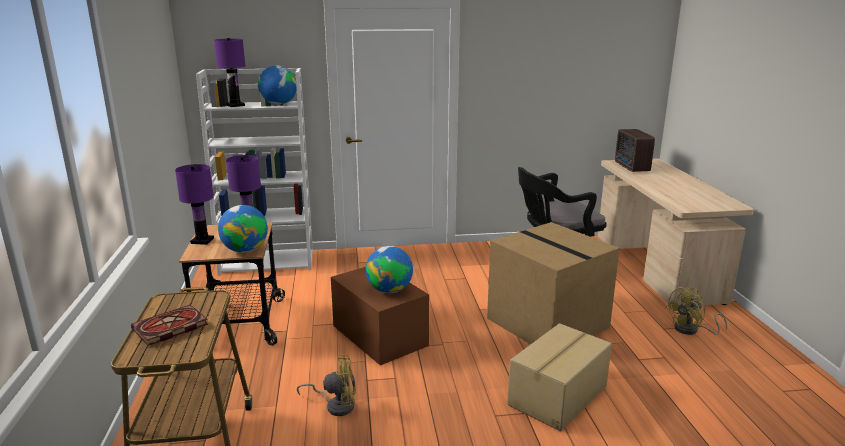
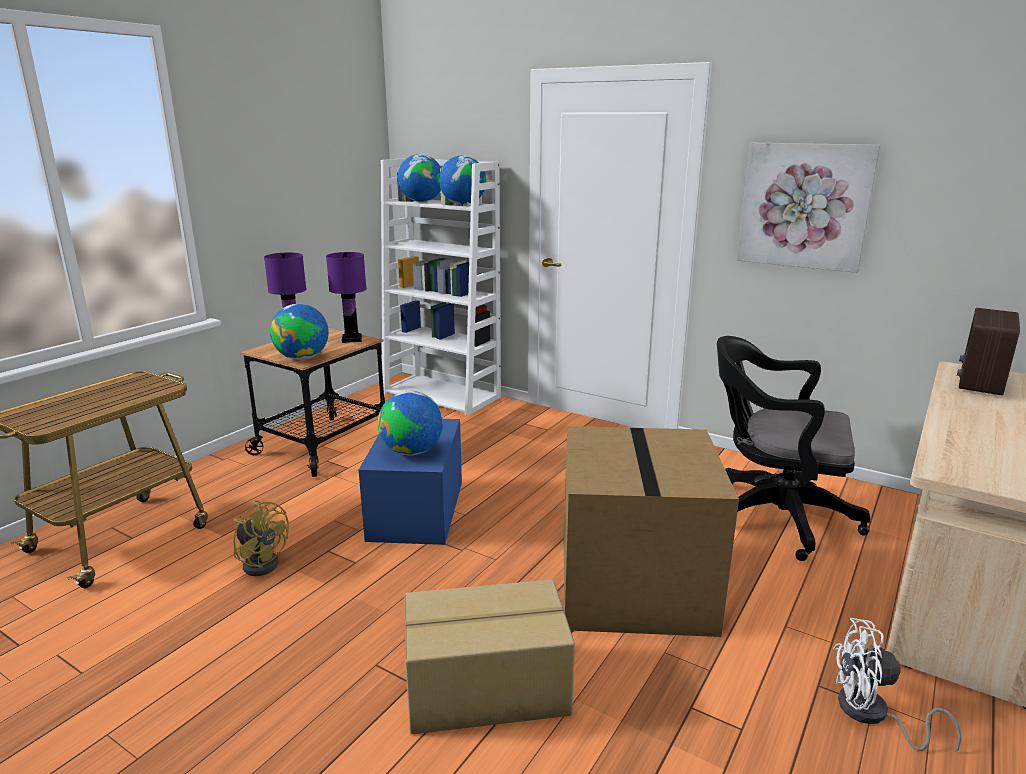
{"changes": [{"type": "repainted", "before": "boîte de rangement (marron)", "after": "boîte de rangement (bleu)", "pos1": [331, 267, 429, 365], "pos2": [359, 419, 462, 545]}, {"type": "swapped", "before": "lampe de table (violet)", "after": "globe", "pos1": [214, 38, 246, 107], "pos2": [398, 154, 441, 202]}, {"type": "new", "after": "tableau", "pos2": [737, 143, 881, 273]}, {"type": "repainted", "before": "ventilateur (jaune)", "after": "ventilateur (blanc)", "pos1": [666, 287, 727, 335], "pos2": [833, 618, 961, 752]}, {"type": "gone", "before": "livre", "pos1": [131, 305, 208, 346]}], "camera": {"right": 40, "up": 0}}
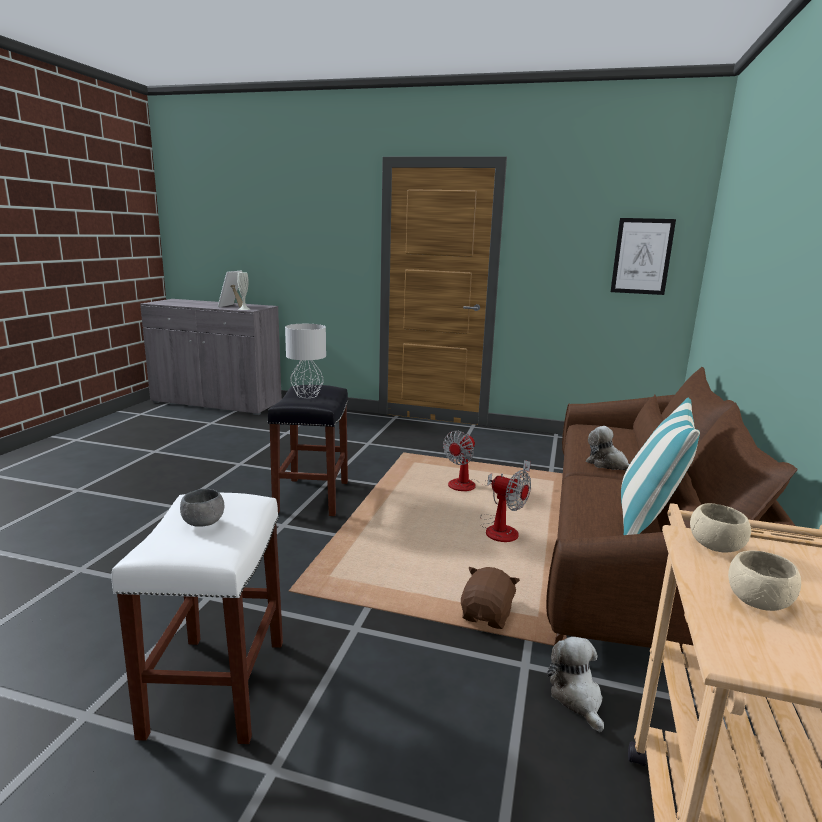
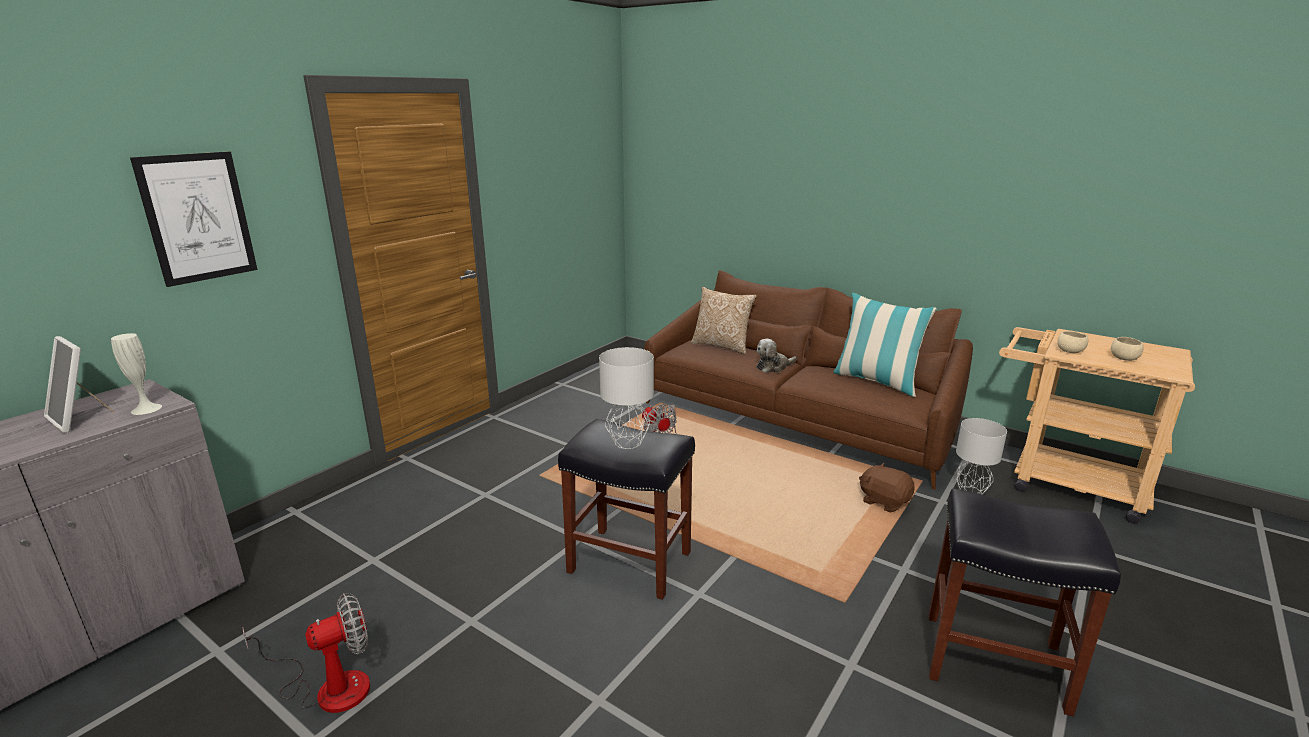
{"changes": [{"type": "shifted", "before": "tableau", "pos1": [611, 218, 676, 295], "pos2": [130, 152, 257, 287]}, {"type": "shifted", "before": "ventilateur", "pos1": [480, 470, 531, 542], "pos2": [242, 593, 370, 713]}, {"type": "new", "after": "coussin", "pos2": [691, 287, 757, 355]}, {"type": "repainted", "before": "tabouret (blanc)", "after": "tabouret (noir)", "pos1": [111, 492, 283, 744], "pos2": [929, 488, 1121, 716]}, {"type": "swapped", "before": "peluche", "after": "lampe de table (gris)", "pos1": [547, 637, 604, 732], "pos2": [955, 418, 1007, 494]}, {"type": "gone", "before": "bol (gris)", "pos1": [180, 489, 224, 527]}], "camera": {"right": -70, "up": 5}}
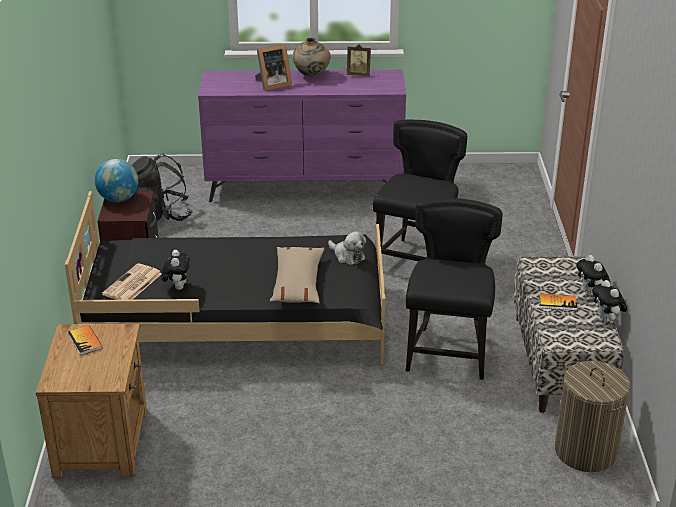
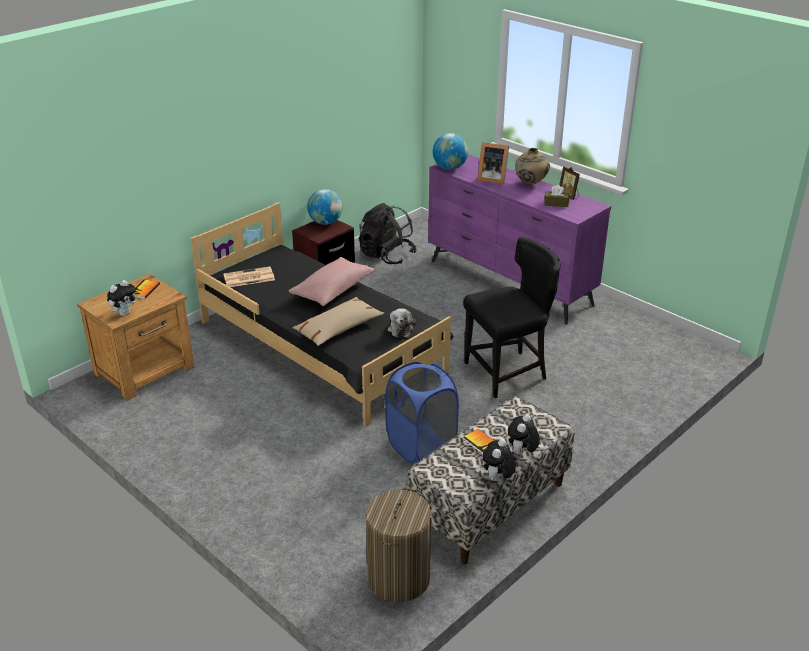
{"changes": [{"type": "shifted", "before": "peluche", "pos1": [161, 250, 190, 290], "pos2": [107, 280, 138, 316]}, {"type": "new", "after": "coussin (rose)", "pos2": [289, 257, 375, 306]}, {"type": "swapped", "before": "chaise (noir)", "after": "panier à linge (bleu)", "pos1": [406, 198, 503, 380], "pos2": [385, 362, 459, 464]}, {"type": "new", "after": "globe", "pos2": [432, 133, 468, 170]}, {"type": "new", "after": "boîte à mouchoirs (marron)", "pos2": [544, 185, 569, 207]}], "camera": {"right": 45, "up": 0}}
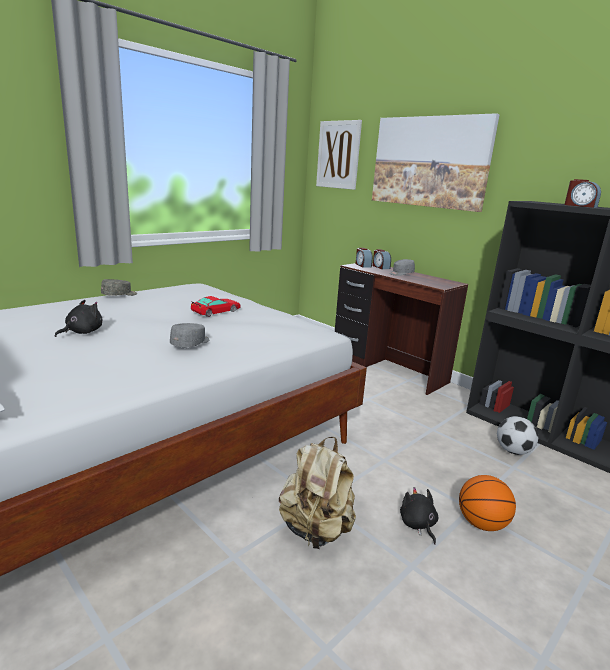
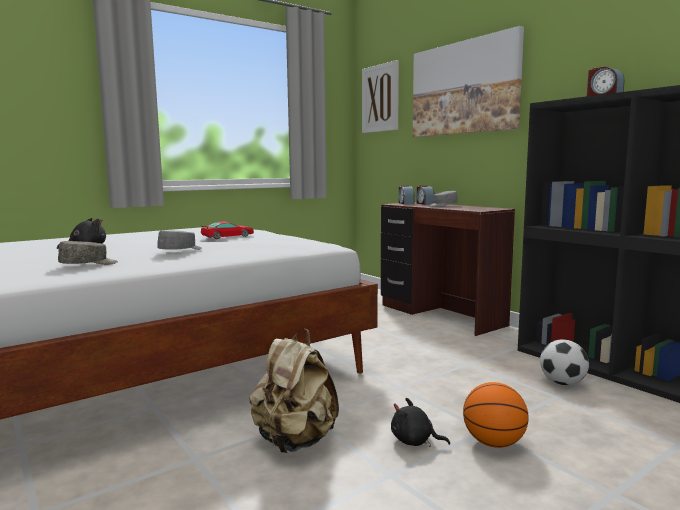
{"changes": [{"type": "shifted", "before": "casquette (gris)", "pos1": [101, 279, 137, 296], "pos2": [58, 241, 118, 265]}, {"type": "rotated", "before": "peluche (noir)", "pos1": [400, 487, 438, 545], "pos2": [391, 398, 450, 447], "turn": -60}], "camera": {"right": 10, "up": -10}}
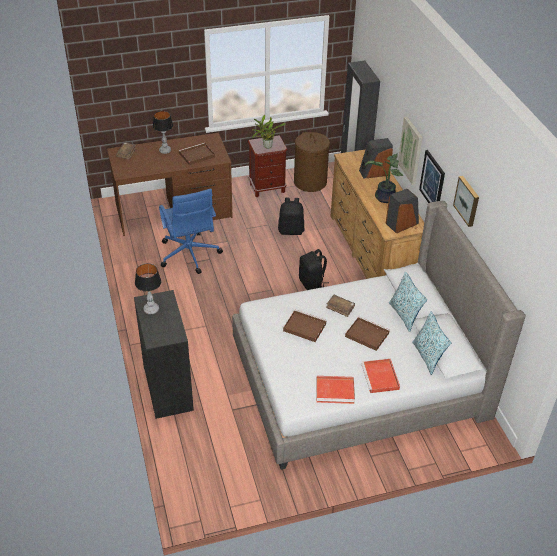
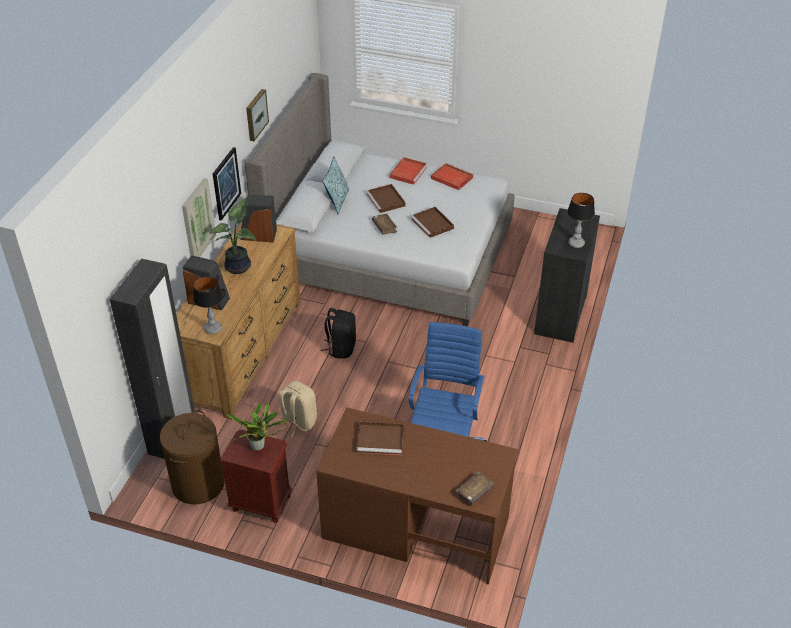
{"changes": [{"type": "shifted", "before": "lampe de table", "pos1": [153, 111, 173, 154], "pos2": [193, 276, 223, 334]}, {"type": "repainted", "before": "sac à dos (noir)", "after": "sac à dos (beige)", "pos1": [278, 197, 304, 235], "pos2": [278, 381, 317, 437]}, {"type": "gone", "before": "coussin", "pos1": [412, 312, 451, 375]}], "camera": {"right": -145, "up": 0}}
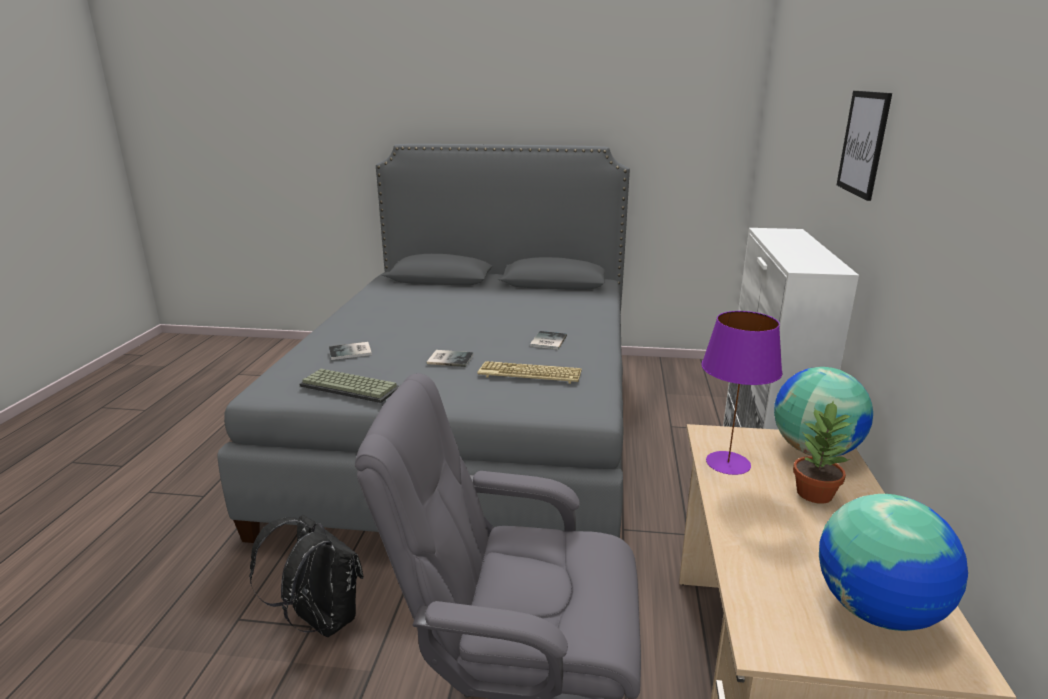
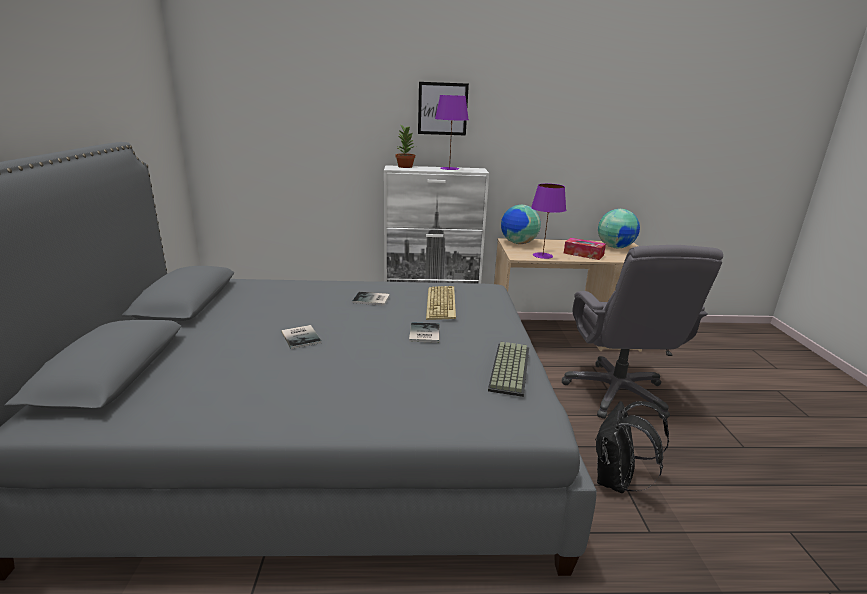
{"changes": [{"type": "shifted", "before": "livre", "pos1": [329, 342, 372, 360], "pos2": [281, 325, 321, 349]}, {"type": "shifted", "before": "plante en pot", "pos1": [793, 400, 852, 504], "pos2": [396, 125, 415, 168]}, {"type": "new", "after": "lampe de table (violet)", "pos2": [435, 95, 469, 170]}, {"type": "new", "after": "boîte à mouchoirs", "pos2": [564, 238, 606, 260]}], "camera": {"right": -100, "up": 0}}
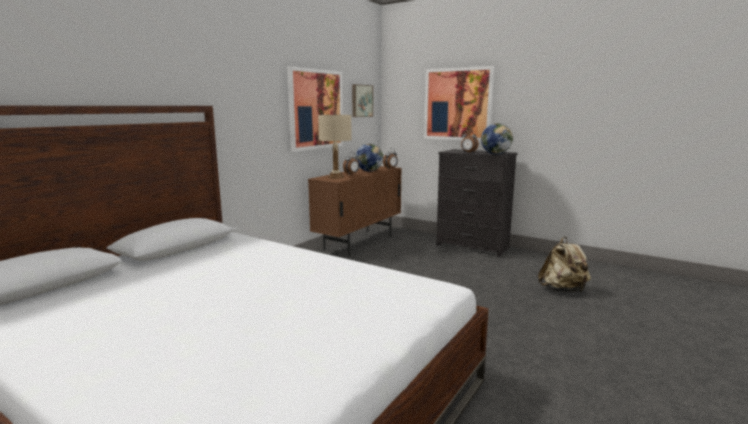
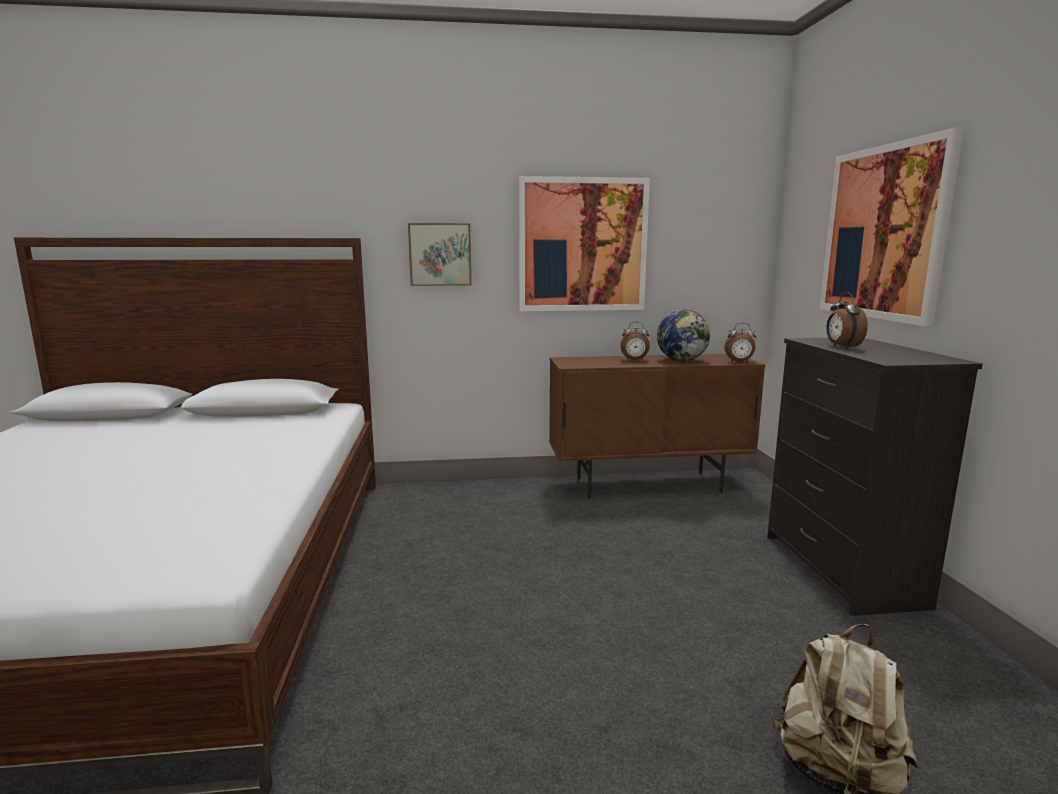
{"changes": [{"type": "shifted", "before": "tableau", "pos1": [352, 84, 373, 117], "pos2": [408, 223, 471, 286]}, {"type": "gone", "before": "lampe de table (beige)", "pos1": [318, 115, 352, 179]}, {"type": "gone", "before": "globe", "pos1": [481, 123, 513, 154]}], "camera": {"right": 50, "up": 0}}
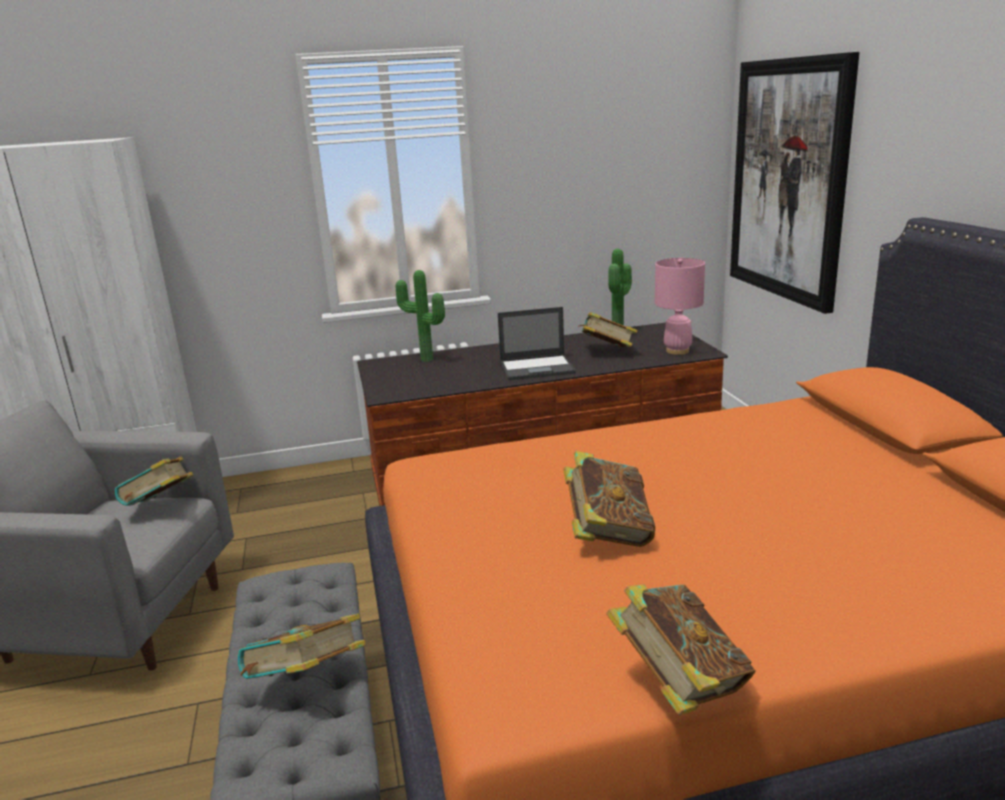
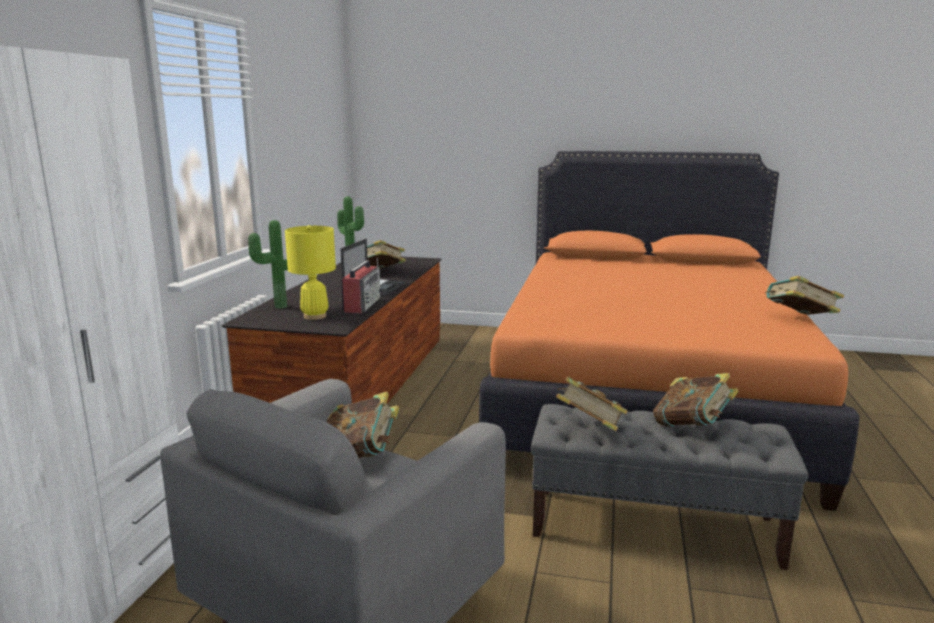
{"changes": [{"type": "new", "after": "lampe de table (jaune)", "pos2": [285, 225, 336, 320]}, {"type": "new", "after": "radio", "pos2": [341, 258, 383, 313]}, {"type": "shifted", "before": "livre", "pos1": [563, 451, 655, 547], "pos2": [556, 377, 628, 431]}, {"type": "gone", "before": "lampe de table (rose)", "pos1": [655, 258, 705, 355]}, {"type": "gone", "before": "tableau", "pos1": [730, 52, 859, 314]}], "camera": {"right": -65, "up": -5}}
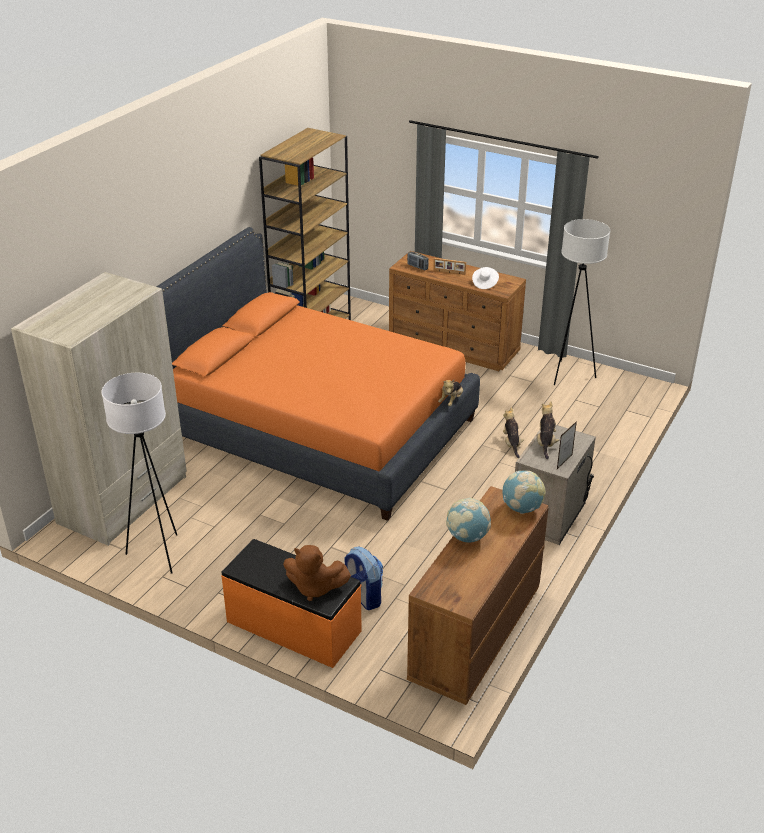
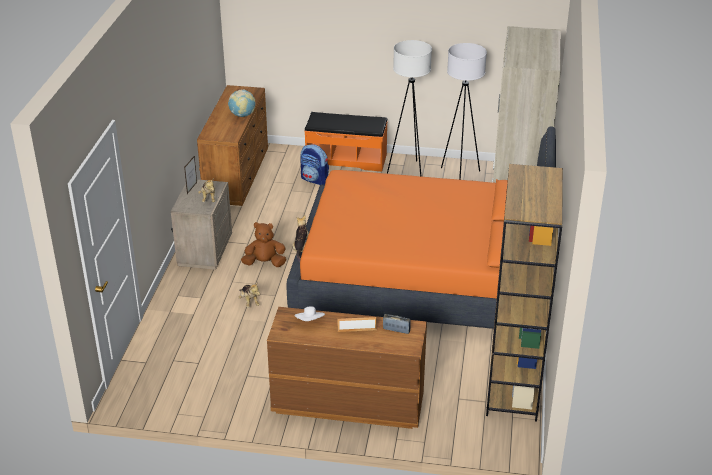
{"changes": [{"type": "shifted", "before": "peluche (marron)", "pos1": [283, 545, 351, 601], "pos2": [241, 222, 286, 267]}, {"type": "shifted", "before": "lampadaire (blanc)", "pos1": [554, 219, 610, 385], "pos2": [387, 40, 432, 177]}, {"type": "gone", "before": "globe", "pos1": [502, 471, 546, 514]}], "camera": {"right": 160, "up": 0}}
